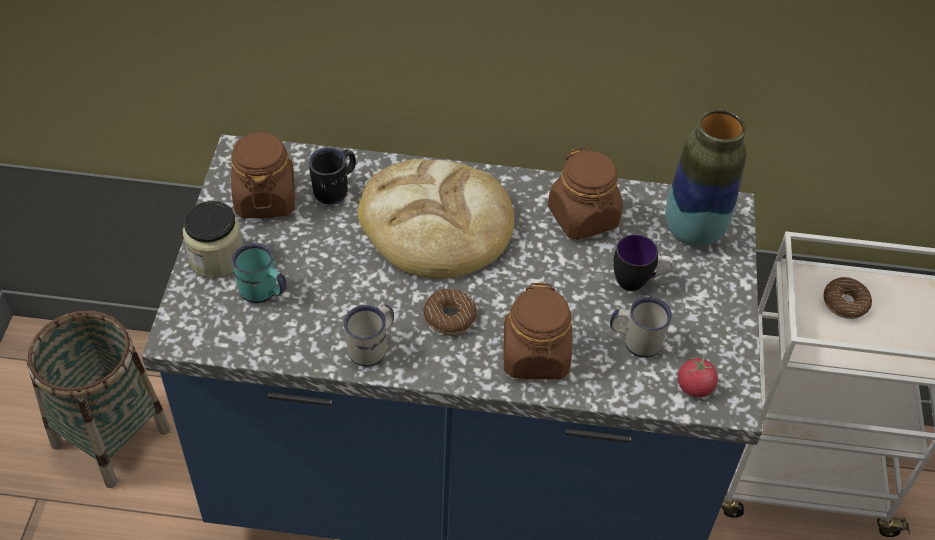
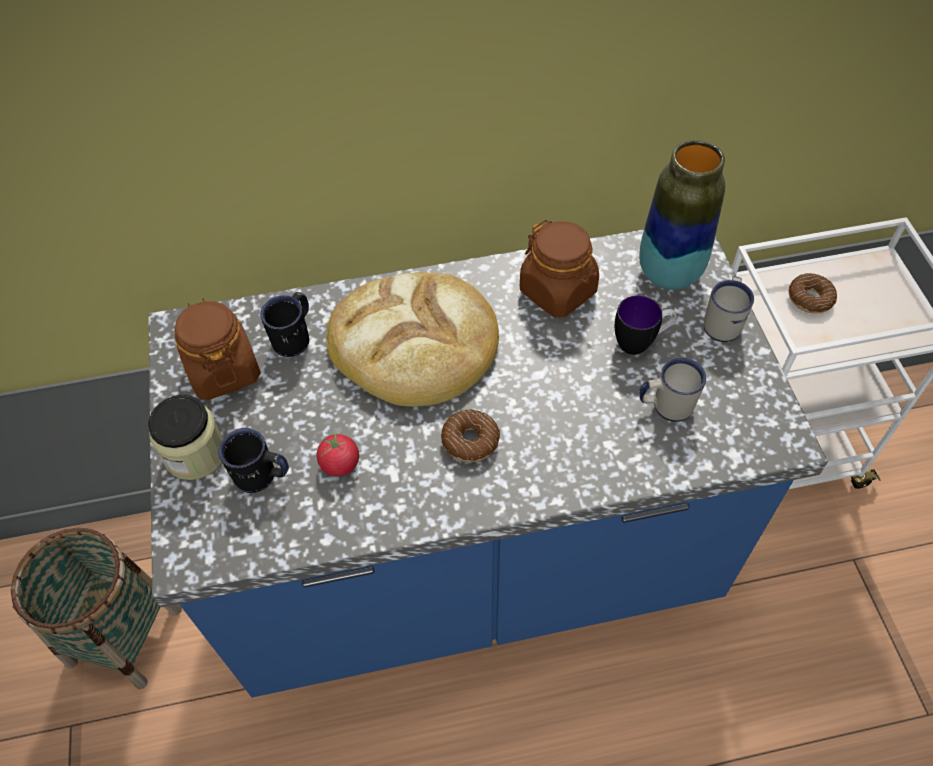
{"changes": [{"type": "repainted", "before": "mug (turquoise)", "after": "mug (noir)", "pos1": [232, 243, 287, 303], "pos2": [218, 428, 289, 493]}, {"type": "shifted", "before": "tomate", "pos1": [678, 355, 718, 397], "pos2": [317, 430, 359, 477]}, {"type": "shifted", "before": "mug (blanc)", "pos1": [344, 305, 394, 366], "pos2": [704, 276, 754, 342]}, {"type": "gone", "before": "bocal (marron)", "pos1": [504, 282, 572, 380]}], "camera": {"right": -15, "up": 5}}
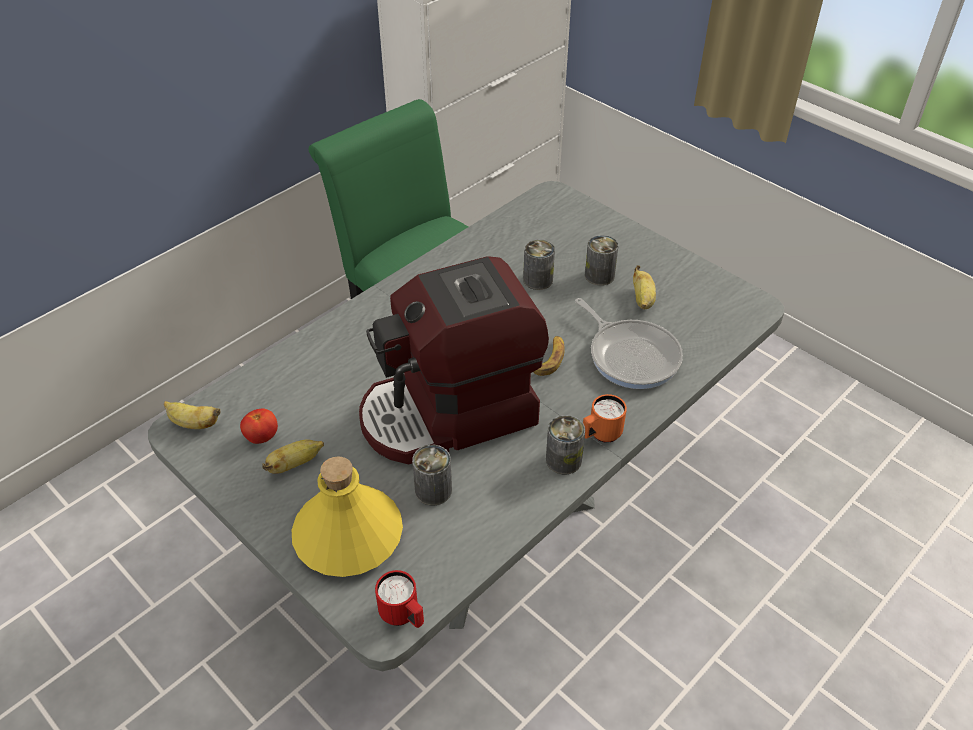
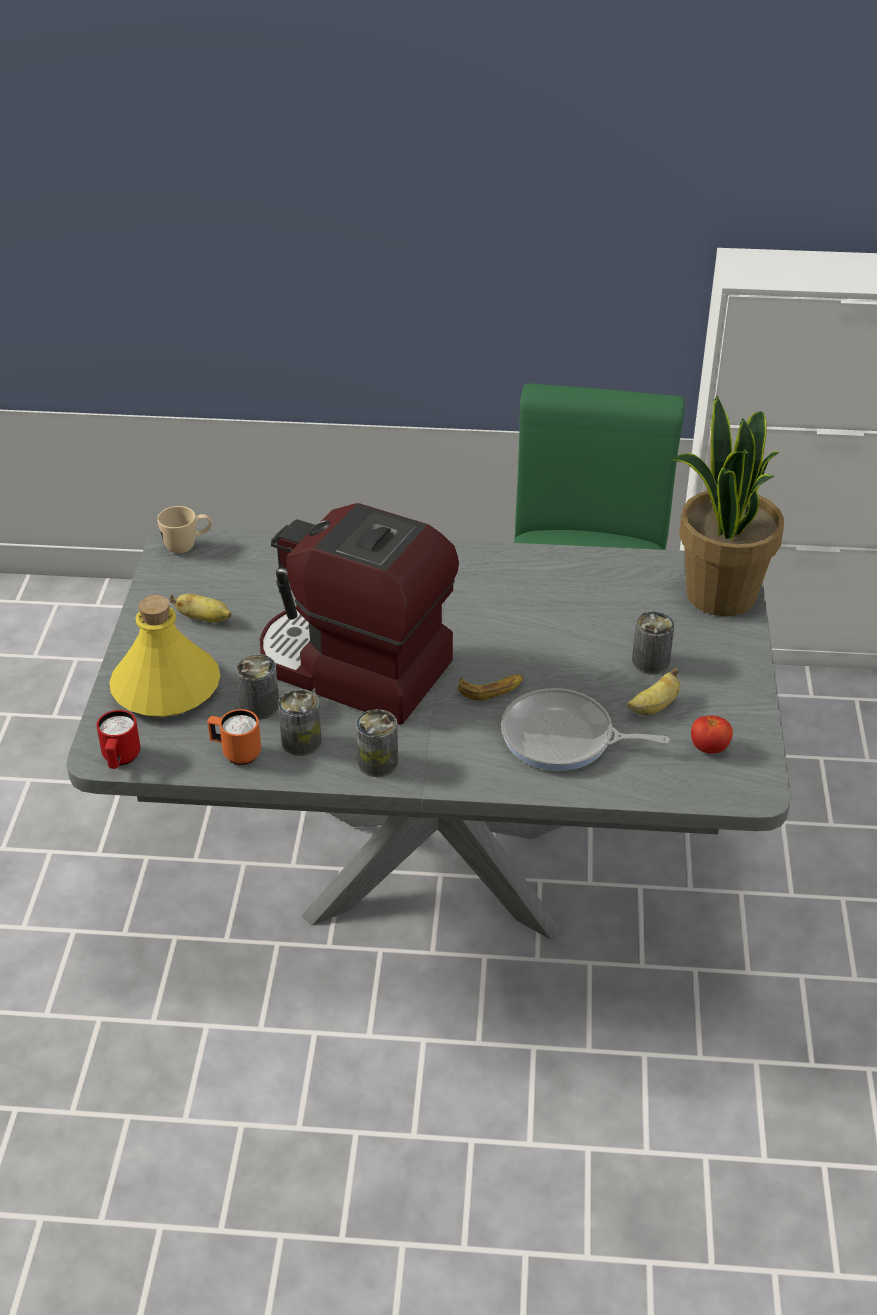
{"changes": [{"type": "swapped", "before": "banane", "after": "mug (beige)", "pos1": [164, 401, 221, 429], "pos2": [157, 506, 212, 554]}, {"type": "shifted", "before": "mug (orange)", "pos1": [583, 394, 627, 443], "pos2": [208, 709, 261, 765]}, {"type": "shifted", "before": "boîte métallique", "pos1": [523, 239, 555, 290], "pos2": [278, 689, 321, 756]}, {"type": "rotated", "before": "poêle", "pos1": [575, 298, 683, 389], "pos2": [501, 688, 670, 771], "turn": 90}, {"type": "new", "after": "plante en pot", "pos2": [672, 395, 784, 616]}, {"type": "shifted", "before": "tomate", "pos1": [240, 408, 278, 444], "pos2": [691, 715, 733, 754]}], "camera": {"right": 50, "up": -5}}
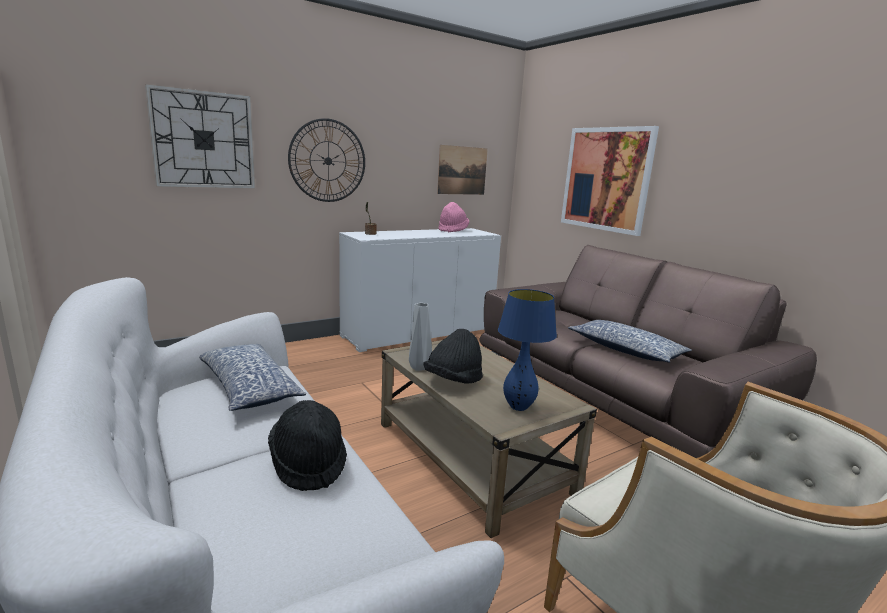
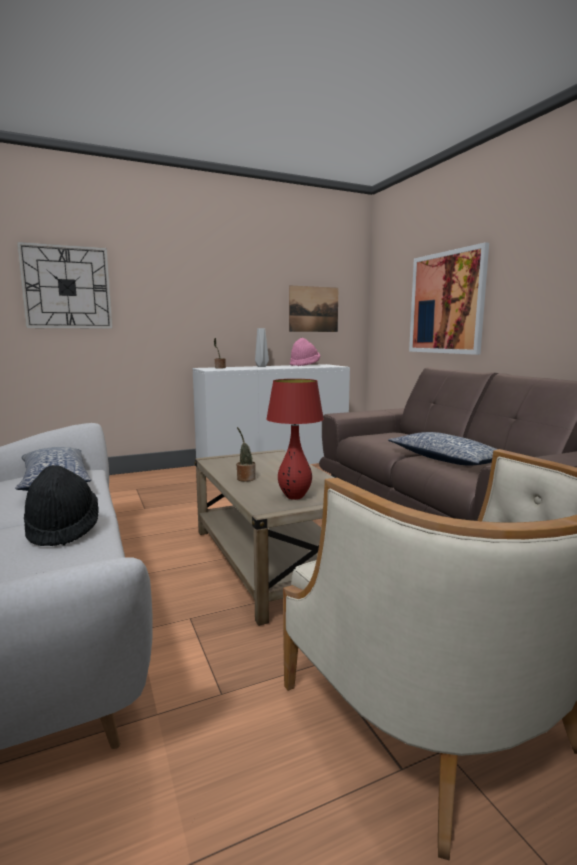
{"changes": [{"type": "swapped", "before": "chapeau (noir)", "after": "plante en pot", "pos1": [423, 329, 483, 384], "pos2": [236, 427, 256, 482]}, {"type": "shifted", "before": "vase (gris)", "pos1": [409, 303, 432, 371], "pos2": [255, 328, 269, 367]}, {"type": "repainted", "before": "lampe de table (bleu)", "after": "lampe de table (rouge)", "pos1": [498, 289, 557, 411], "pos2": [266, 379, 324, 500]}, {"type": "gone", "before": "horloge murale", "pos1": [288, 118, 365, 202]}], "camera": {"right": 10, "up": -5}}
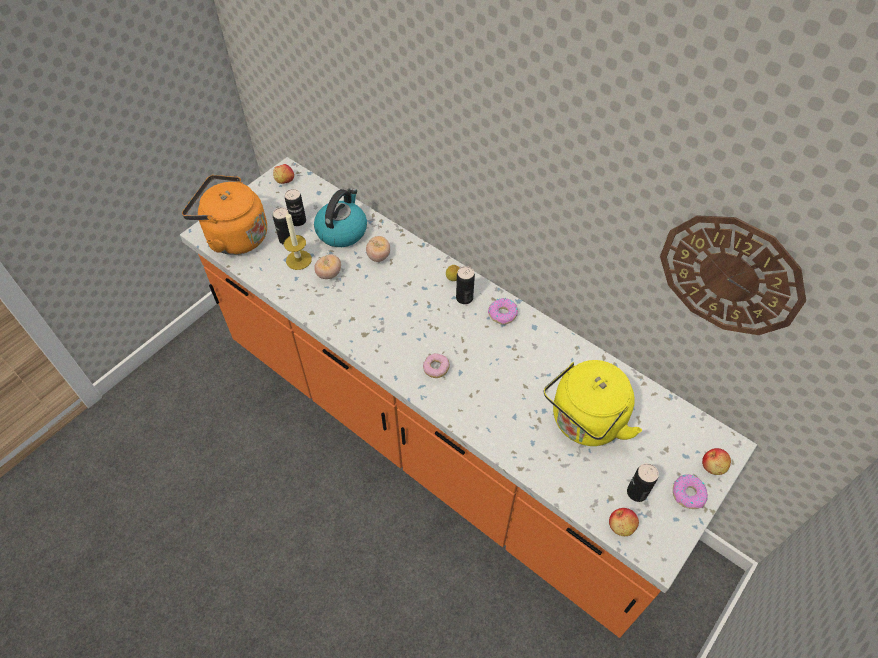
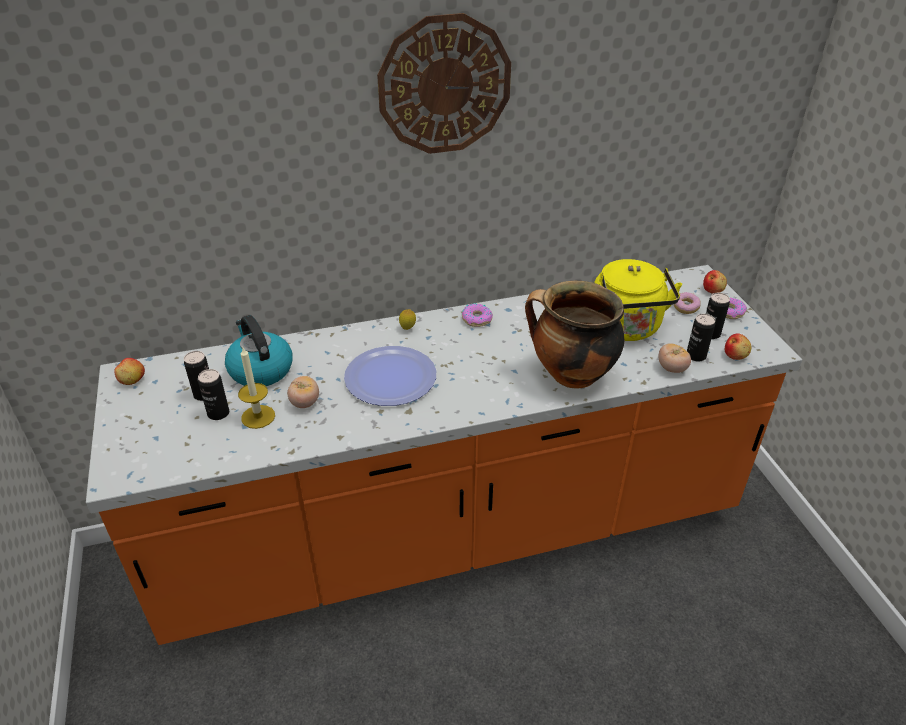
{"changes": [{"type": "new", "after": "assiette", "pos2": [344, 346, 436, 406]}, {"type": "shifted", "before": "horloge murale", "pos1": [660, 215, 806, 335], "pos2": [377, 13, 511, 154]}, {"type": "new", "after": "marmite", "pos2": [525, 281, 624, 388]}, {"type": "shifted", "before": "tomate", "pos1": [366, 236, 390, 262], "pos2": [659, 343, 691, 373]}, {"type": "shifted", "before": "beignet", "pos1": [423, 353, 450, 378], "pos2": [674, 292, 701, 314]}, {"type": "shifted", "before": "boîte métallique", "pos1": [456, 266, 475, 304], "pos2": [687, 314, 715, 362]}, {"type": "gone", "before": "bouilloire (orange)", "pos1": [182, 175, 267, 255]}], "camera": {"right": -55, "up": -15}}
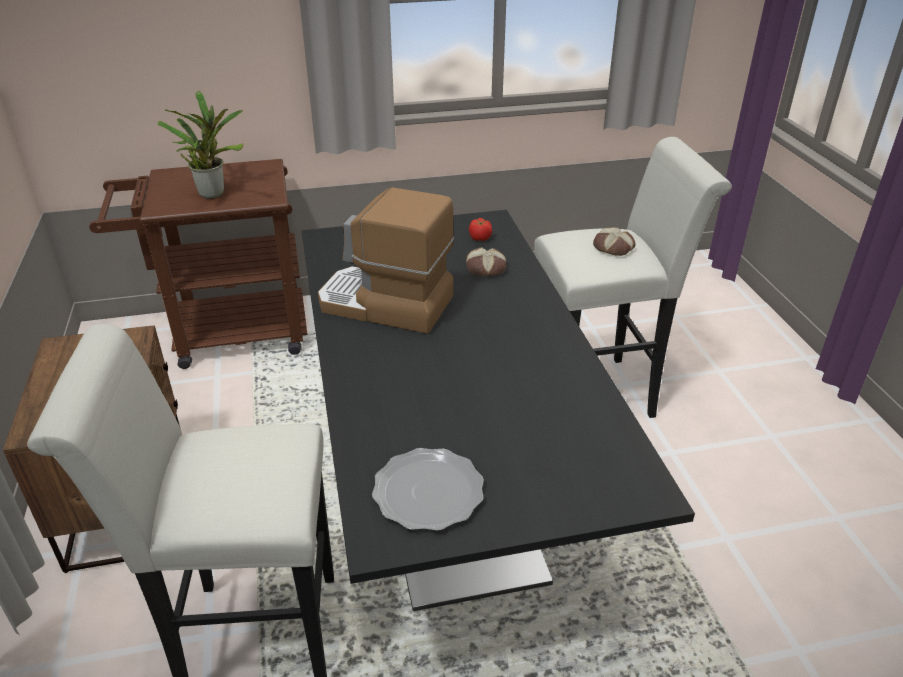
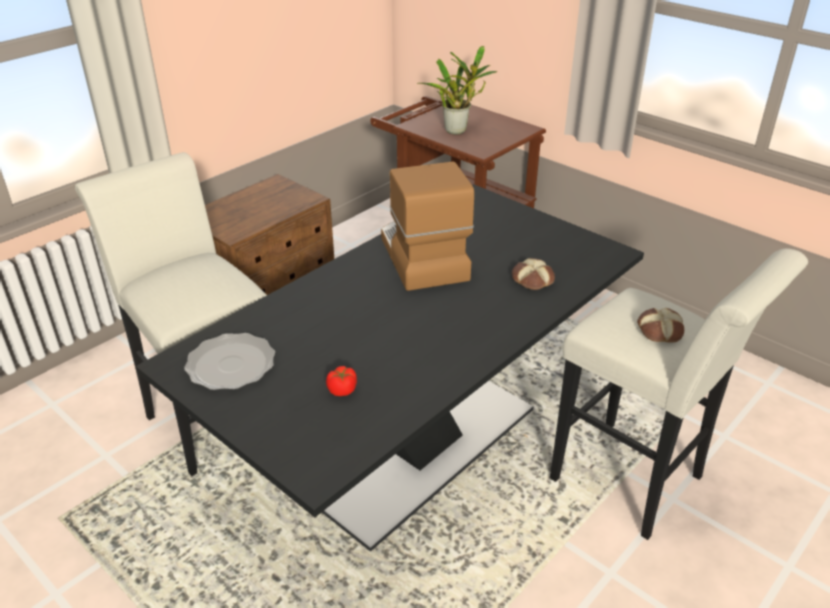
{"changes": [{"type": "shifted", "before": "tomate", "pos1": [469, 218, 492, 241], "pos2": [326, 366, 357, 396]}], "camera": {"right": 55, "up": 0}}
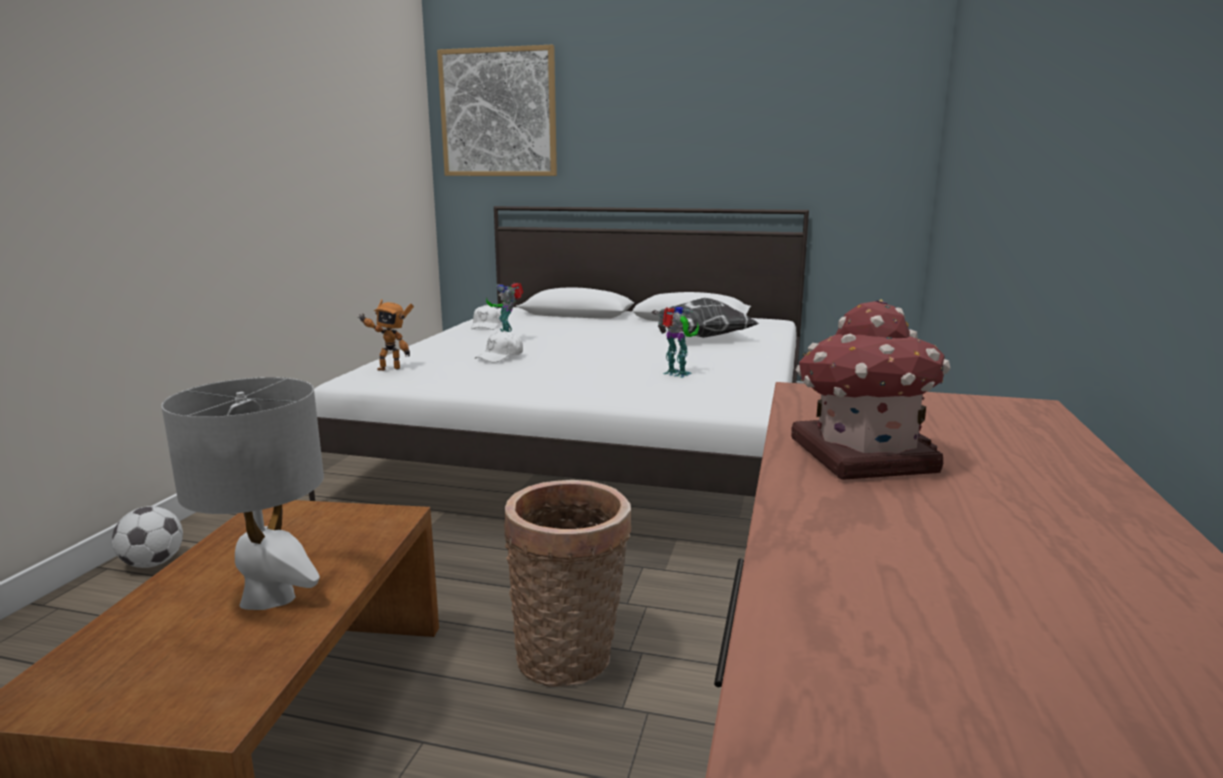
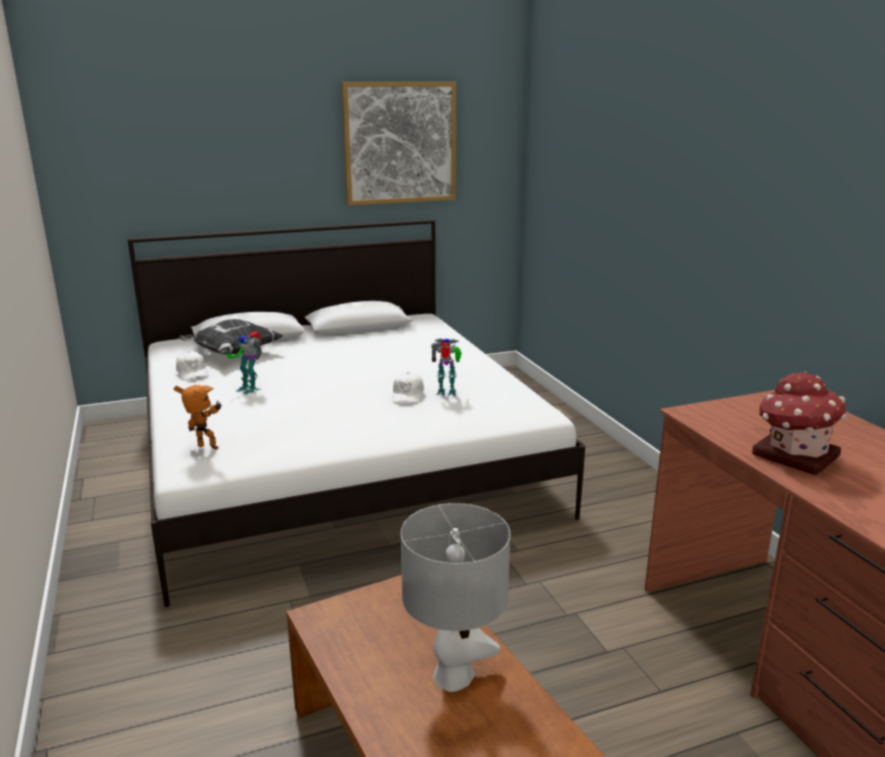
{"changes": [{"type": "rotated", "before": "robot jouet", "pos1": [358, 299, 414, 371], "pos2": [174, 385, 222, 449], "turn": -120}, {"type": "shifted", "before": "coussin", "pos1": [651, 298, 759, 338], "pos2": [178, 319, 283, 355]}, {"type": "shifted", "before": "tableau", "pos1": [437, 45, 557, 176], "pos2": [341, 82, 456, 205]}, {"type": "shifted", "before": "casquette (blanc)", "pos1": [475, 331, 523, 363], "pos2": [392, 372, 424, 403]}, {"type": "gone", "before": "ballon de foot", "pos1": [112, 506, 183, 568]}, {"type": "gone", "before": "panier", "pos1": [504, 480, 631, 687]}], "camera": {"right": -35, "up": 5}}
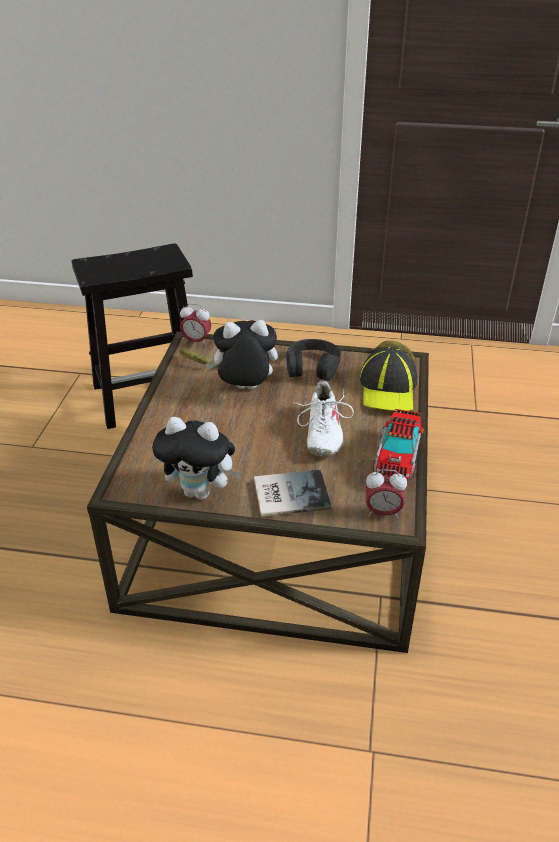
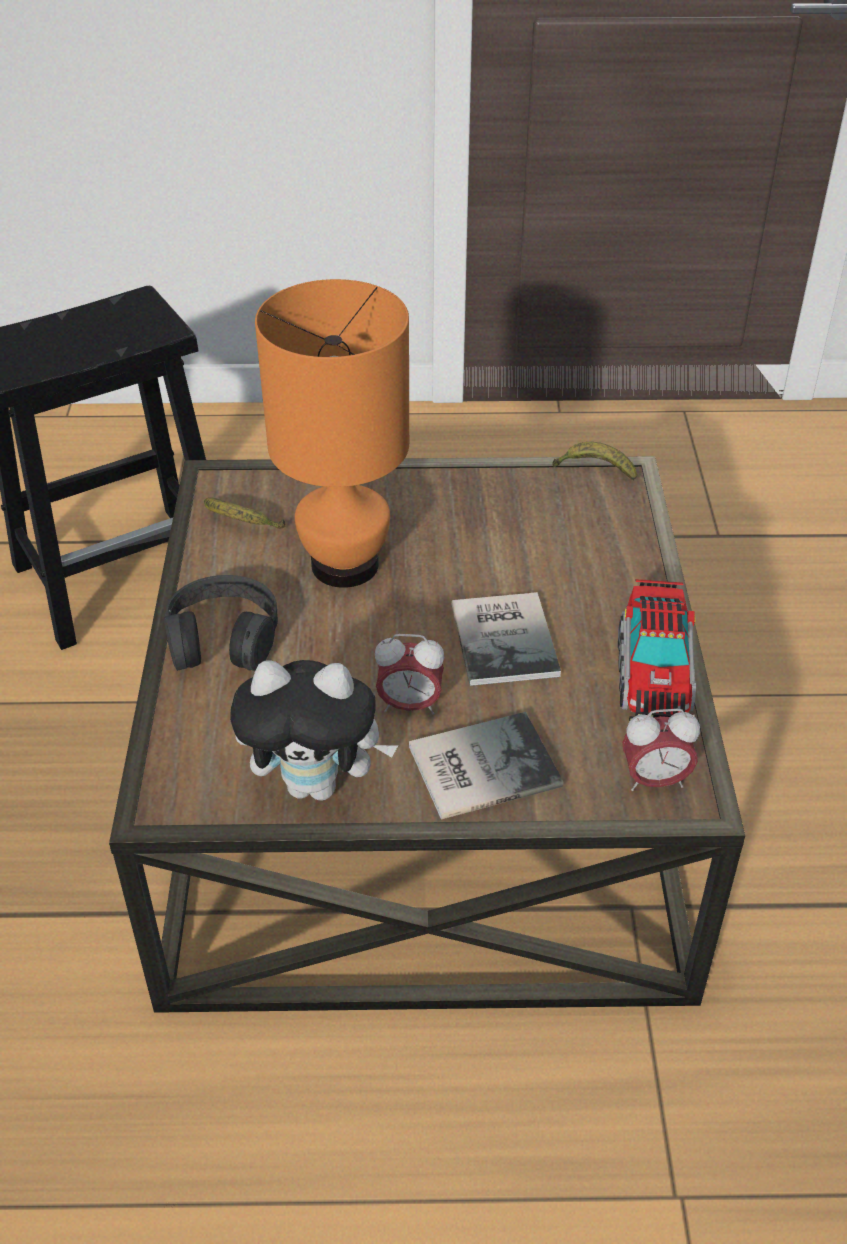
{"changes": [{"type": "shifted", "before": "casque audio (noir)", "pos1": [286, 339, 341, 381], "pos2": [164, 575, 278, 671]}, {"type": "swapped", "before": "peluche", "after": "lampe de table (orange)", "pos1": [206, 320, 278, 389], "pos2": [255, 279, 409, 588]}, {"type": "shifted", "before": "réveil", "pos1": [180, 303, 211, 346], "pos2": [375, 634, 445, 715]}, {"type": "swapped", "before": "chaussure (blanc)", "after": "livre", "pos1": [293, 380, 354, 457], "pos2": [451, 592, 561, 686]}, {"type": "gone", "before": "casquette", "pos1": [360, 347, 418, 411]}], "camera": {"right": -10, "up": 5}}
